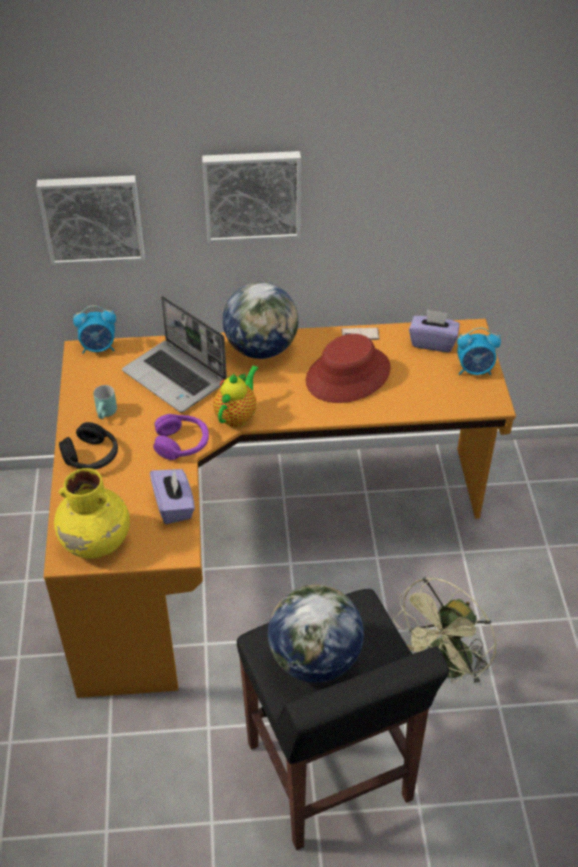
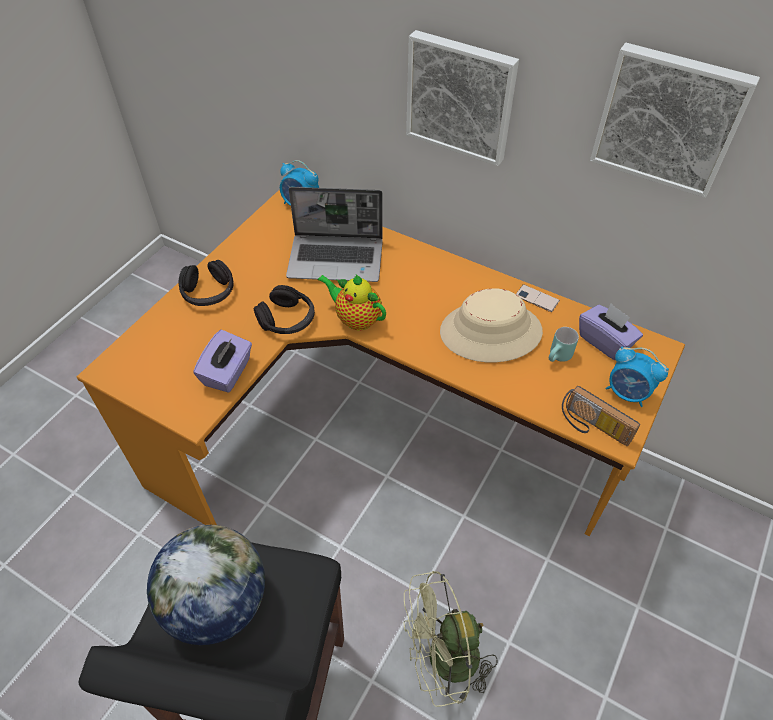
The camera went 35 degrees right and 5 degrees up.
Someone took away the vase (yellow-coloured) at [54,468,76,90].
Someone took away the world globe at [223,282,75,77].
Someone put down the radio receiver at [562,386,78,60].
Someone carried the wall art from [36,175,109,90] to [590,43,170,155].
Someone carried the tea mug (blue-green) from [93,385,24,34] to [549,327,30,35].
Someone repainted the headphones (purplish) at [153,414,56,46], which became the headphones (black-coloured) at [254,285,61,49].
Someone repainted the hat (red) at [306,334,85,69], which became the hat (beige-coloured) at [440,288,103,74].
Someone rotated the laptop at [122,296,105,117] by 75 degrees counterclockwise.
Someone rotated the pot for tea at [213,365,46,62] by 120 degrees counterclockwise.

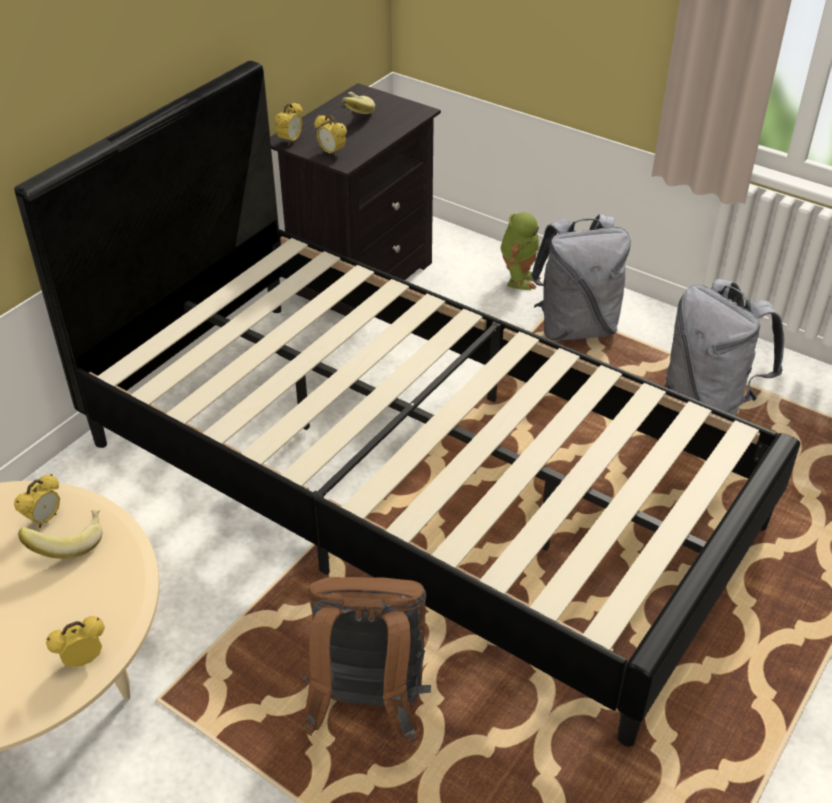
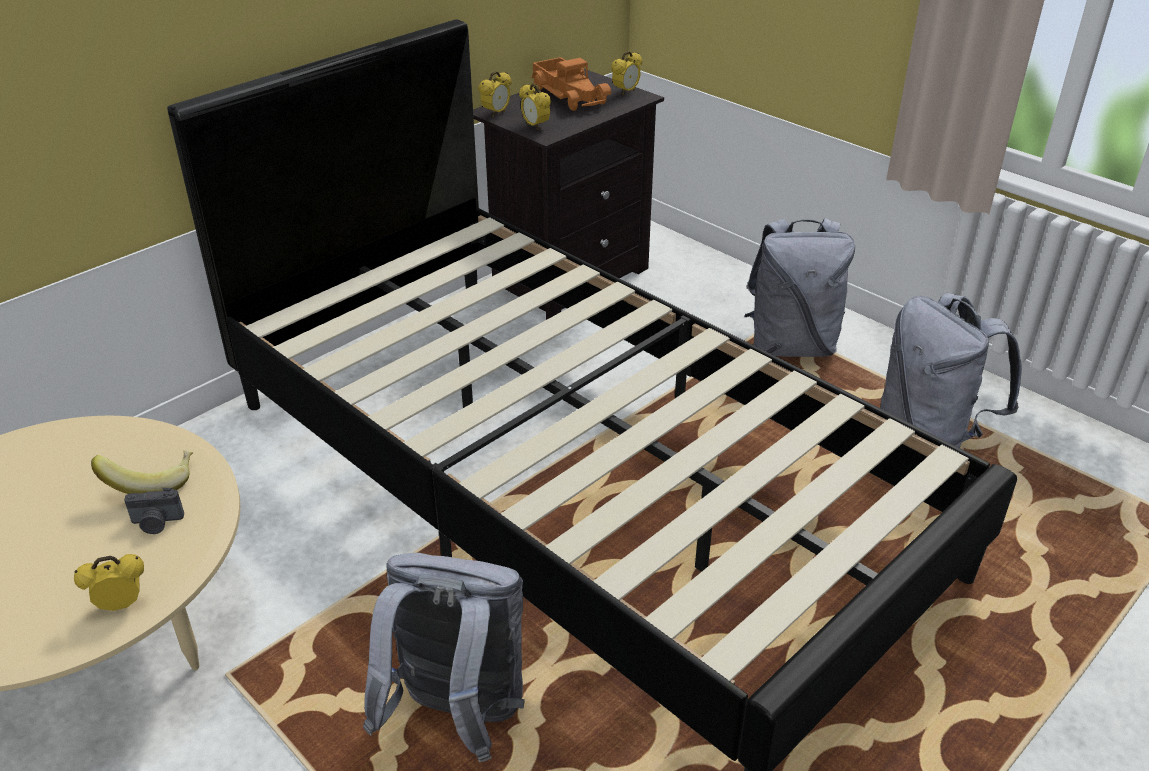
The camera went 10 degrees right and 5 degrees down.
Someone took away the model robot at [501,212,40,78].
Someone put down the still camera at [124,488,60,46].
Someone carried the table clock from [14,474,46,54] to [611,51,31,44].
Someone swapped the whole banana at [342,92,33,22] for the toy lorry at [531,57,80,54].
Someone repainted the backpack (brown) at [303,577,128,166], which became the backpack (grey) at [363,553,162,209].

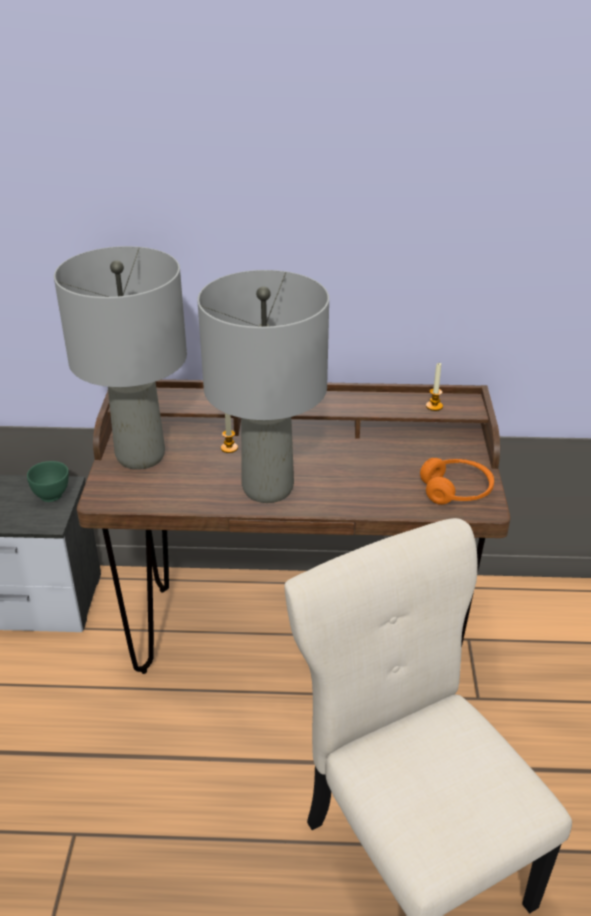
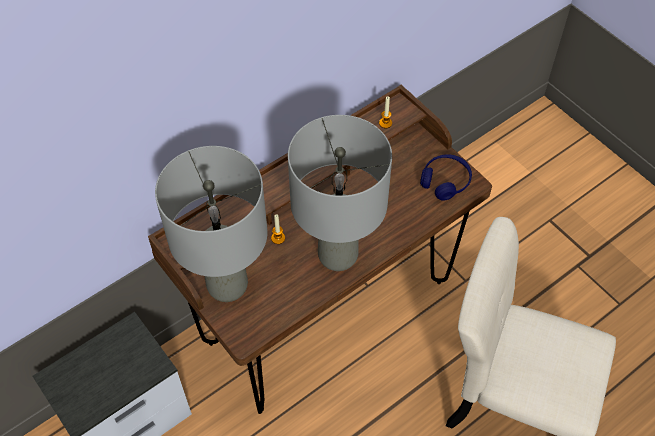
The camera went 40 degrees left and 20 degrees up.
Someone took away the serving bowl (greenish) at [27,461,42,41].
Someone repainted the headphones (orange) at [420,458,74,47], which became the headphones (blue) at [420,154,52,47].

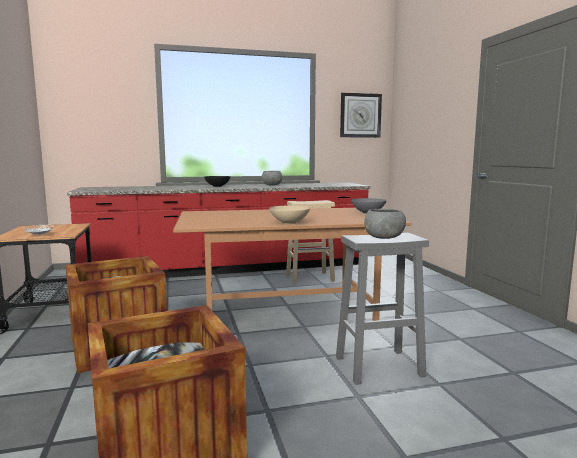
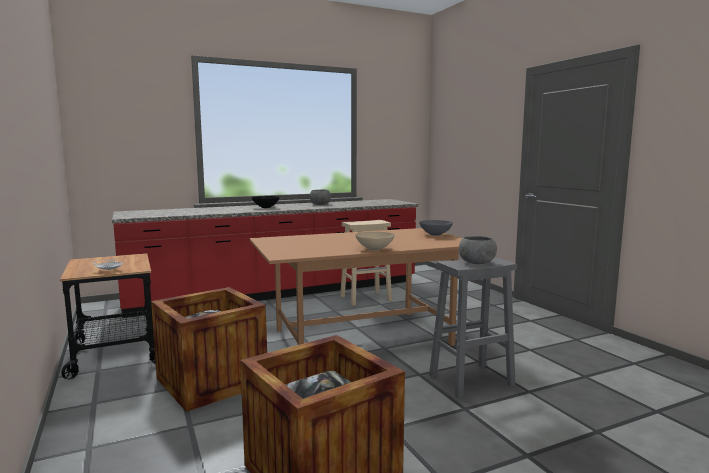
The camera went 10 degrees left and 0 degrees up.
Someone took away the hanging clock at [340,92,42,46].

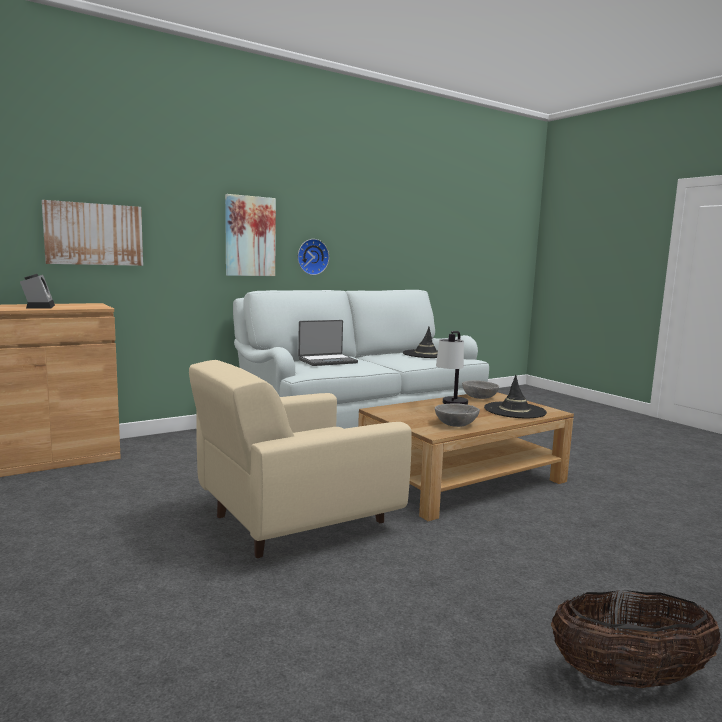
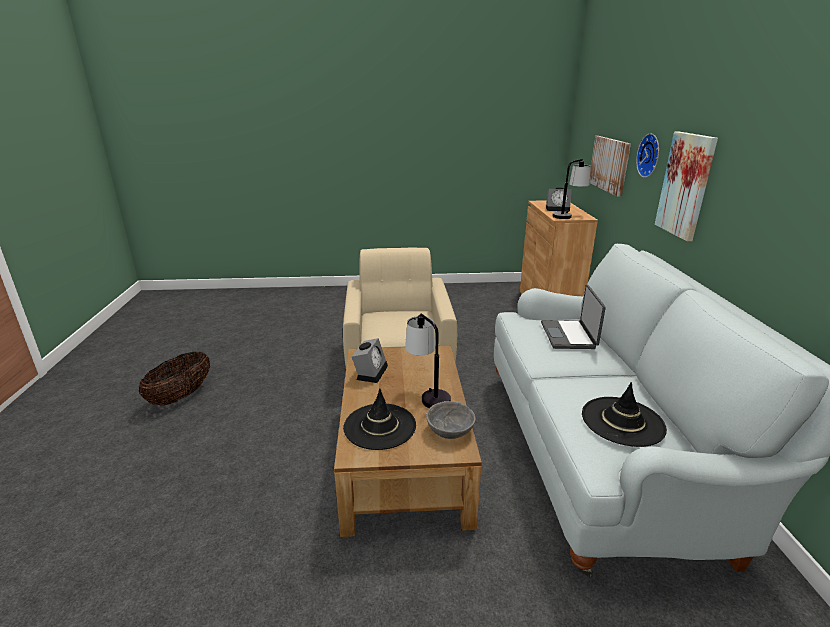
The camera went 120 degrees right and 15 degrees up.
Someone put down the lamp for a table at [552,159,39,60].
Someone carried the hanging clock from [298,239,31,36] to [636,133,23,45].
Someone swapped the serving bowl (grey) at [435,404,45,23] for the table clock at [352,338,36,45].

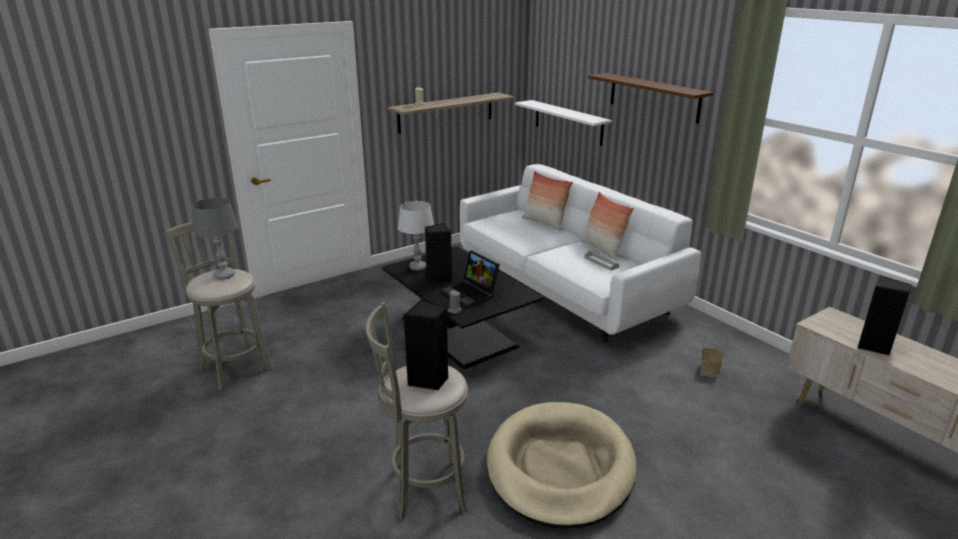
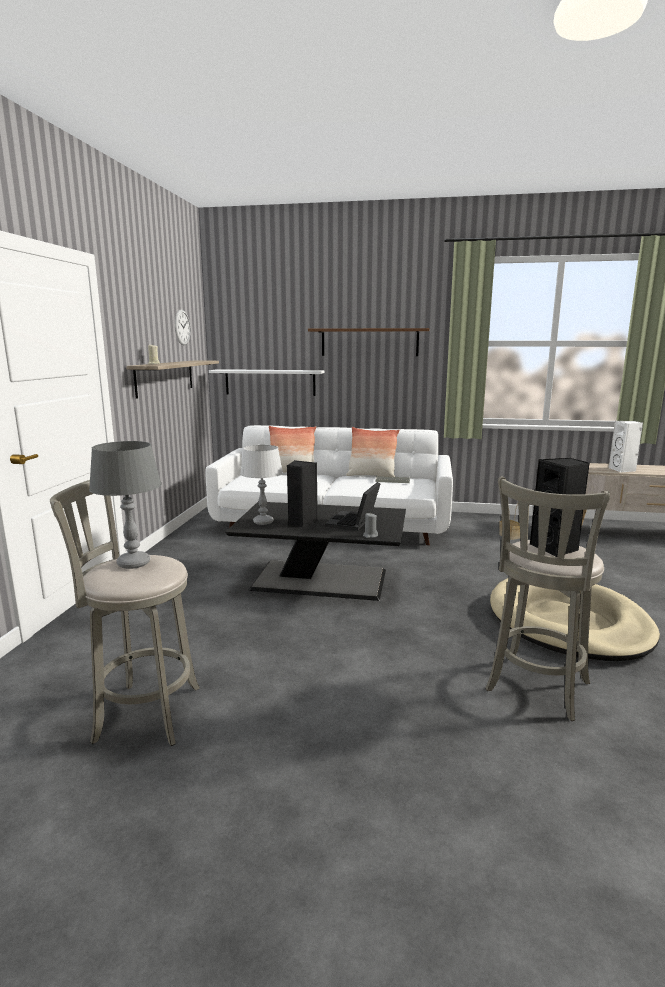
The camera went 45 degrees left and 10 degrees down.
Someone put up the hanging clock at [175,309,16,36].
Someone repainted the loudspeaker (black-coloured) at [858,276,54,79], which became the loudspeaker (white) at [608,421,35,52].
Someone rotated the laptop at [441,250,59,58] by 105 degrees clockwise.

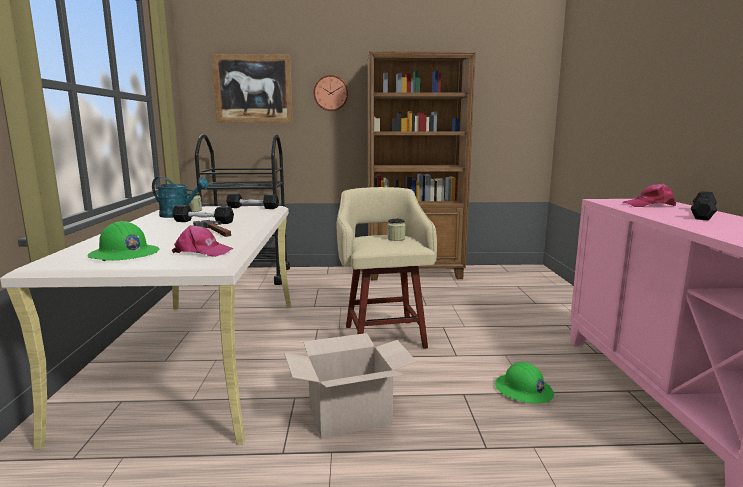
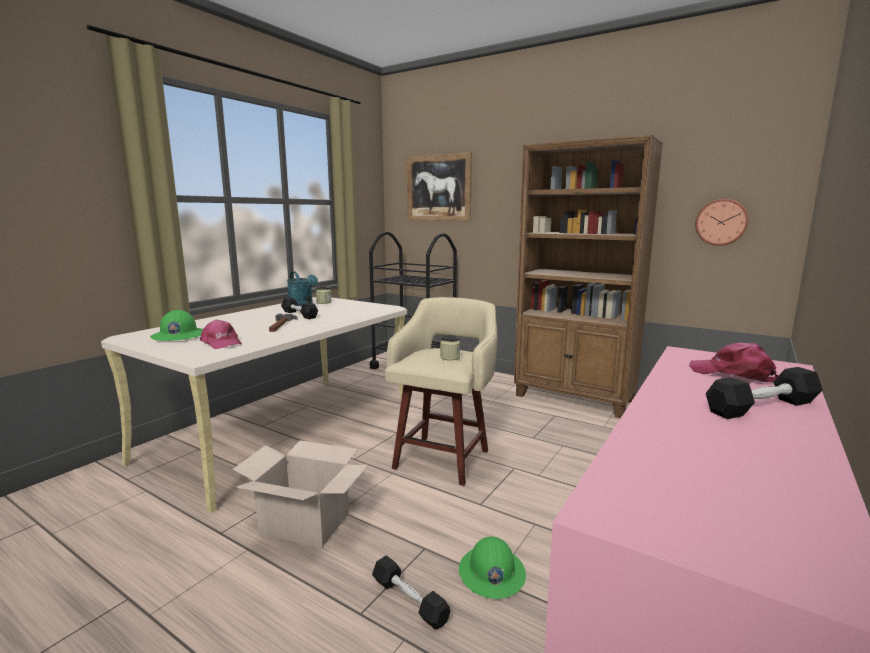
The camera went 35 degrees right and 0 degrees up.
Someone carried the hand weight (black-coloured) from [226,194,53,15] to [372,555,78,75].
Someone carried the hanging clock from [313,75,35,36] to [695,199,54,47].

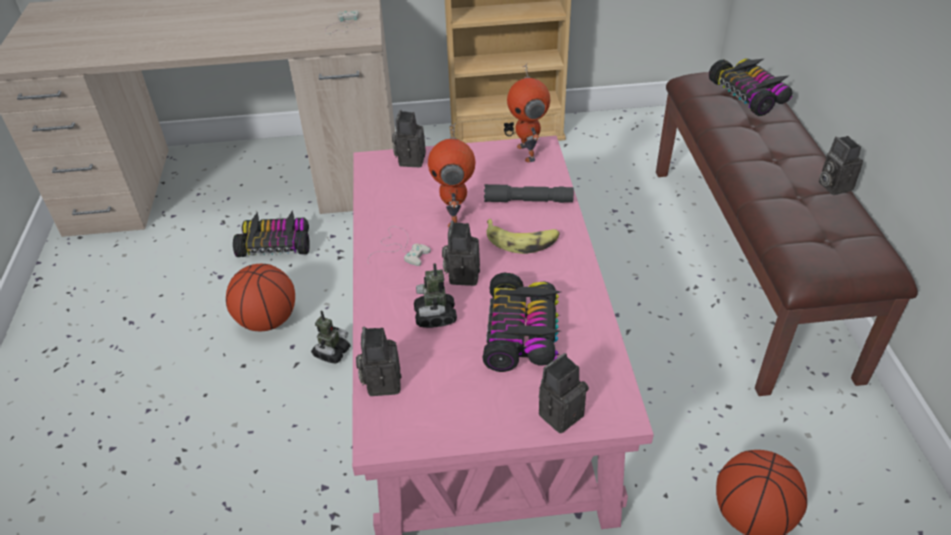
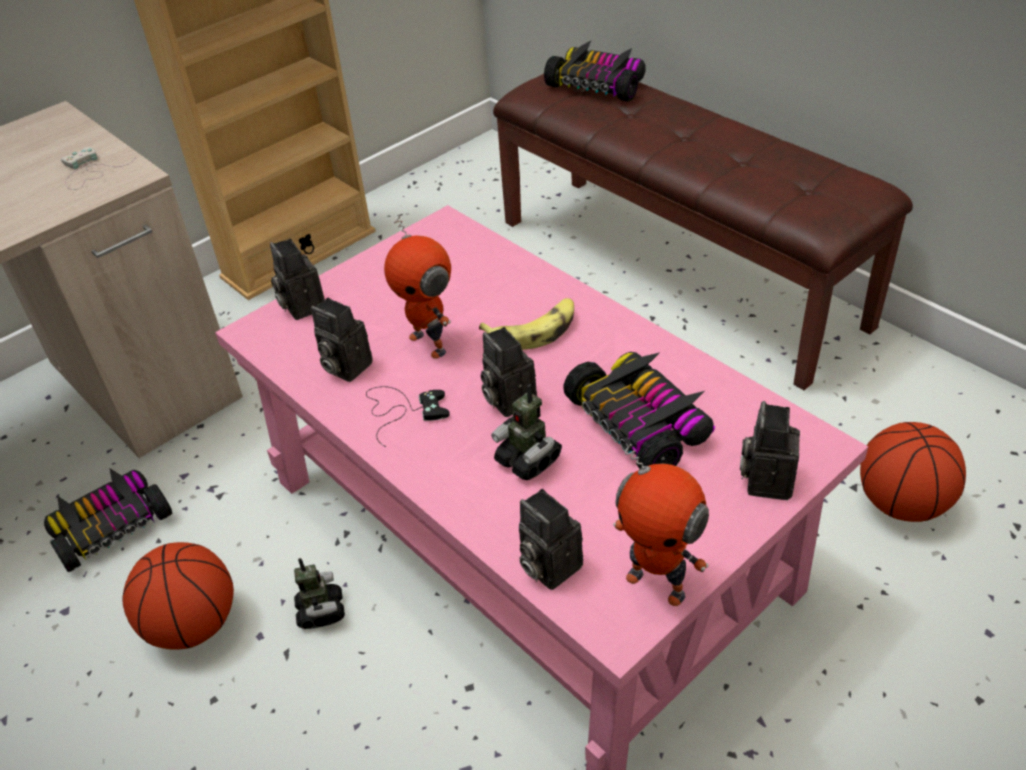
The camera went 35 degrees left and 0 degrees up.
Someone took away the hand torch (grey) at [484,184,90,19].
Someone carried the model robot from [507,63,43,99] to [613,444,96,162].
Someone carried the still camera from [819,136,44,59] to [311,298,62,84].
Someone repainted the joypad (white) at [368,227,63,39], which became the joypad (black-coloured) at [366,386,84,61].

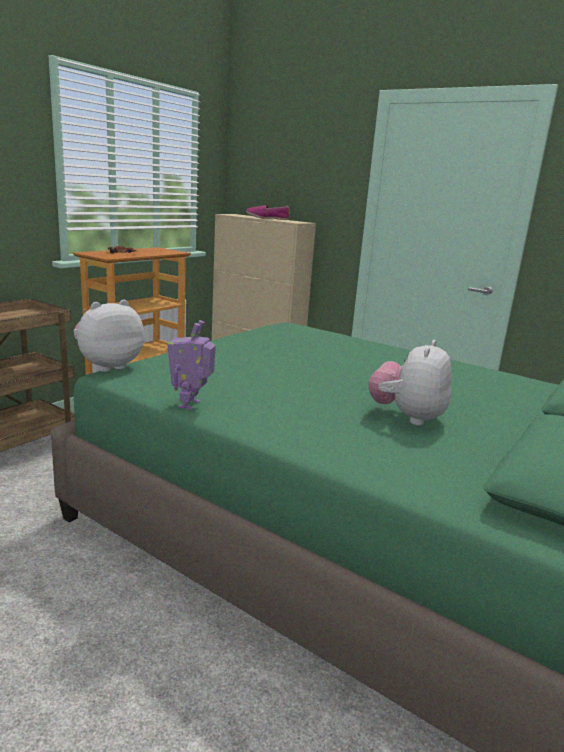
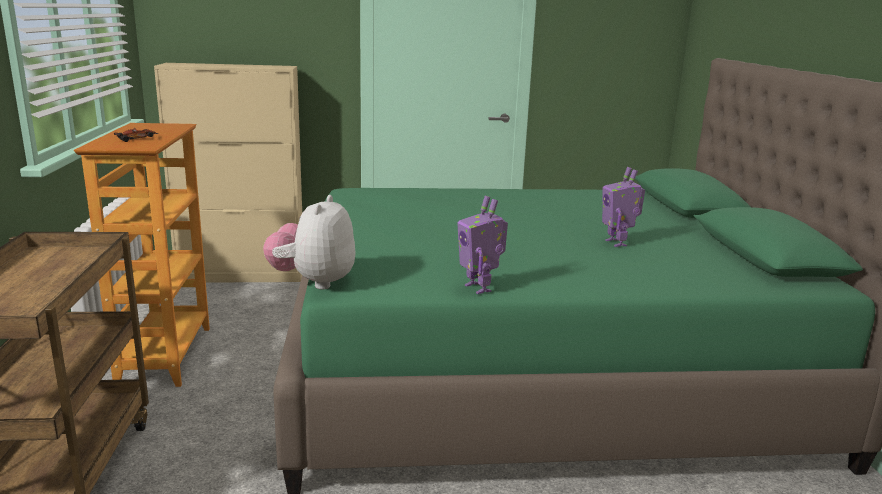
The camera went 40 degrees left and 0 degrees up.
Someone took away the item of footwear at [246,205,44,15].
Someone swapped the cuddly toy at [369,340,82,86] for the model robot at [602,167,43,80].

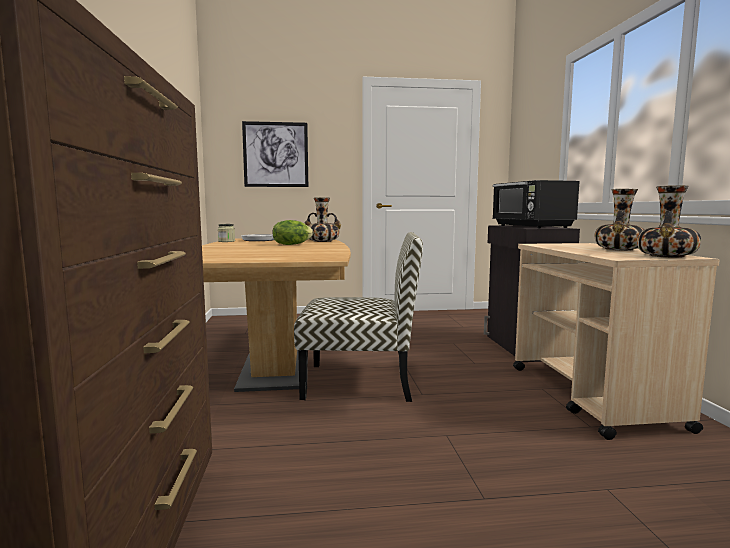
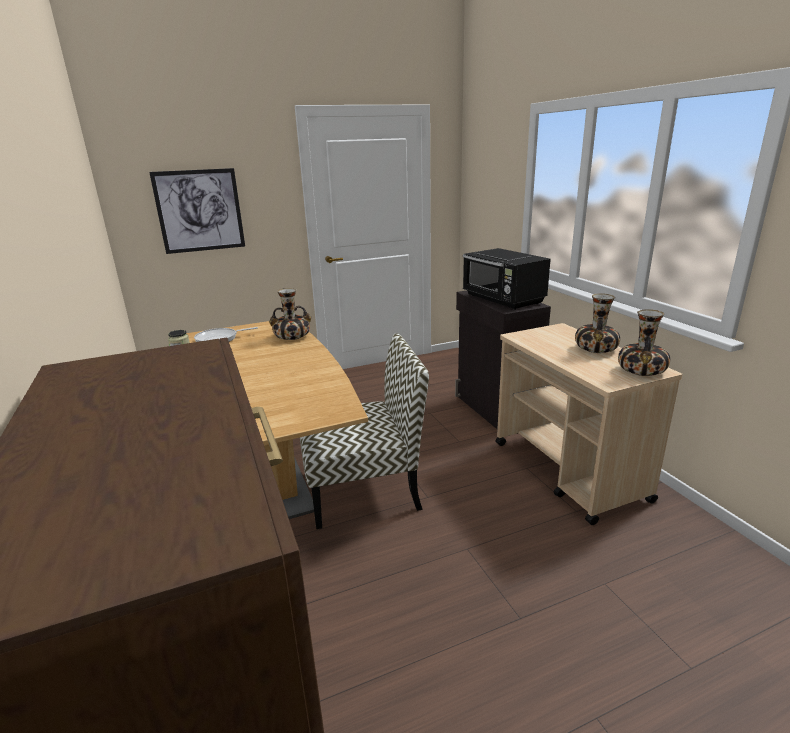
The camera went 15 degrees left and 15 degrees up.
Someone took away the lettuce at [272,220,41,25].

